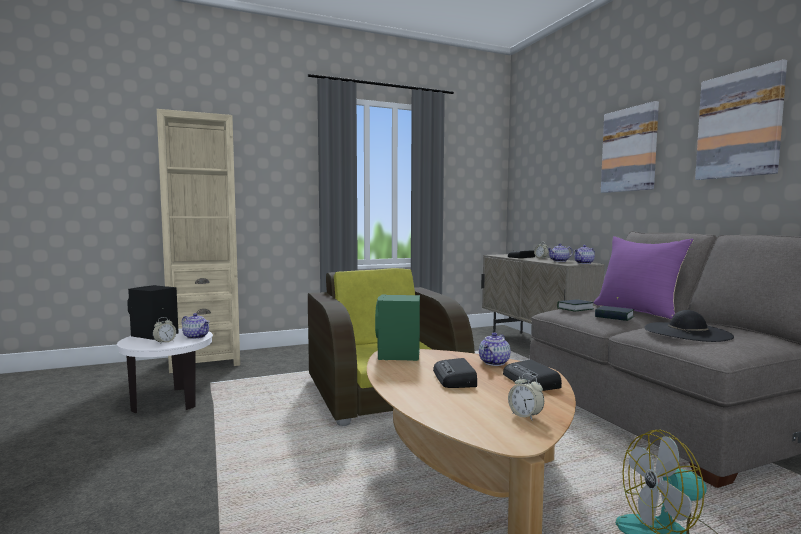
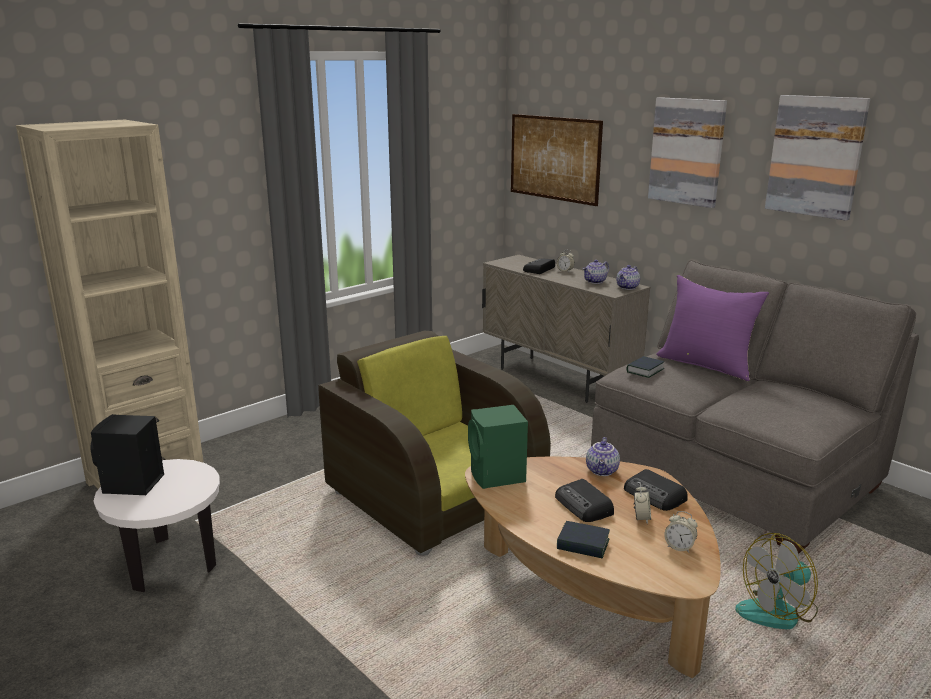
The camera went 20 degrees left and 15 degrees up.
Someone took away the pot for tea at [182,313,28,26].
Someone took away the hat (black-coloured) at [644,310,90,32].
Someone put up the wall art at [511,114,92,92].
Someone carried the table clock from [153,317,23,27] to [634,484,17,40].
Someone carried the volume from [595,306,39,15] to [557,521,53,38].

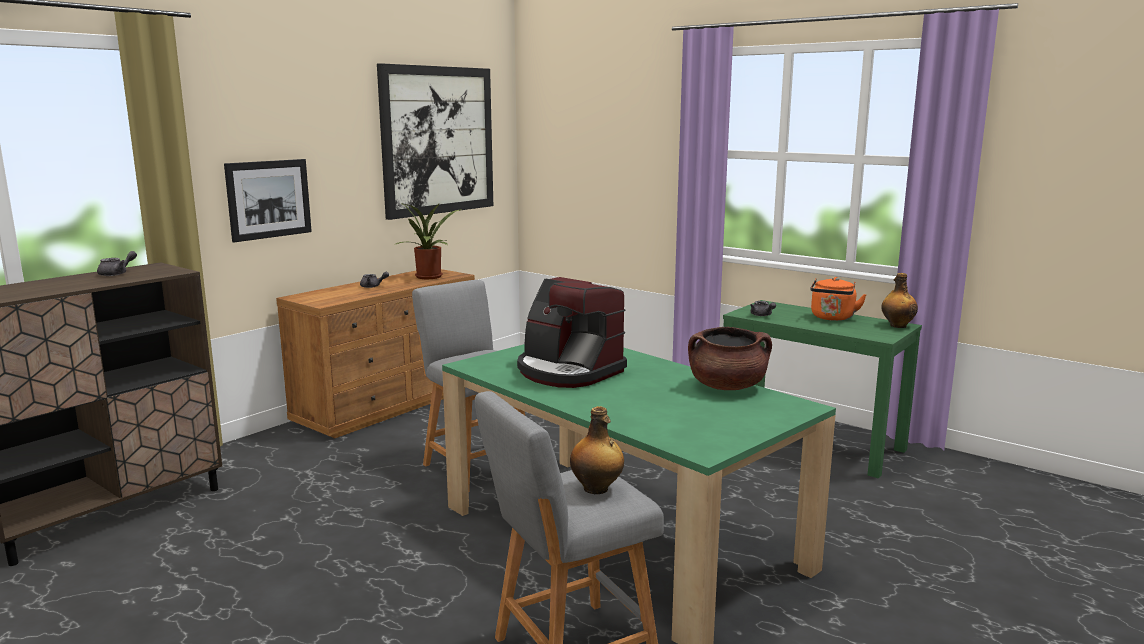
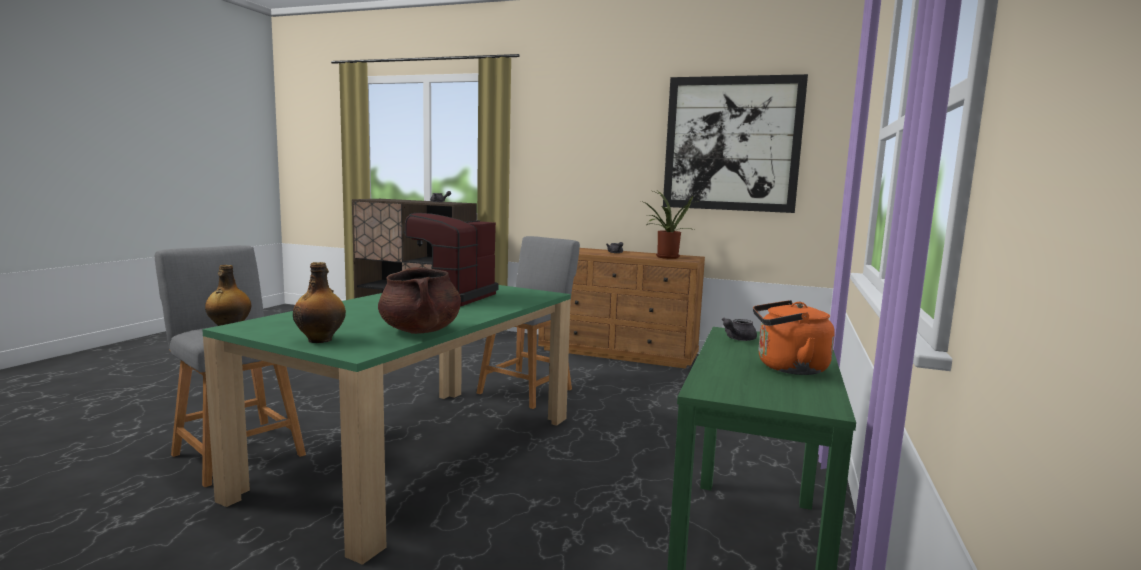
The camera went 70 degrees right and 5 degrees down.
Someone took away the wall art at [224,159,88,83].
Someone carried the beverage bottle from [881,273,37,55] to [293,262,53,81].

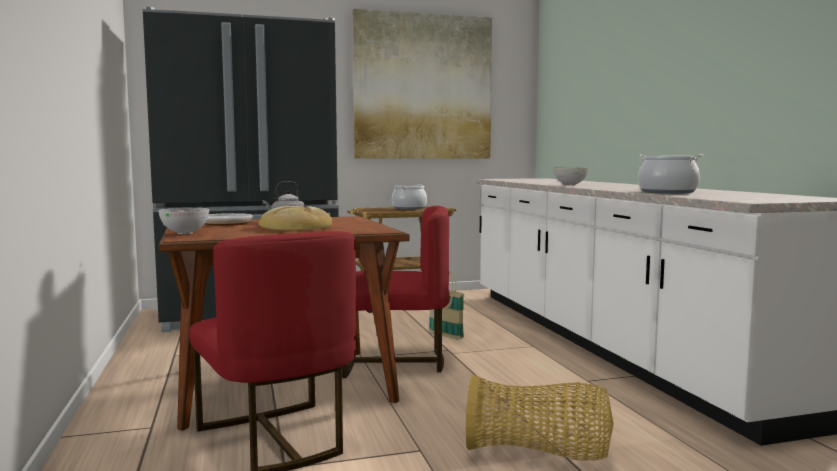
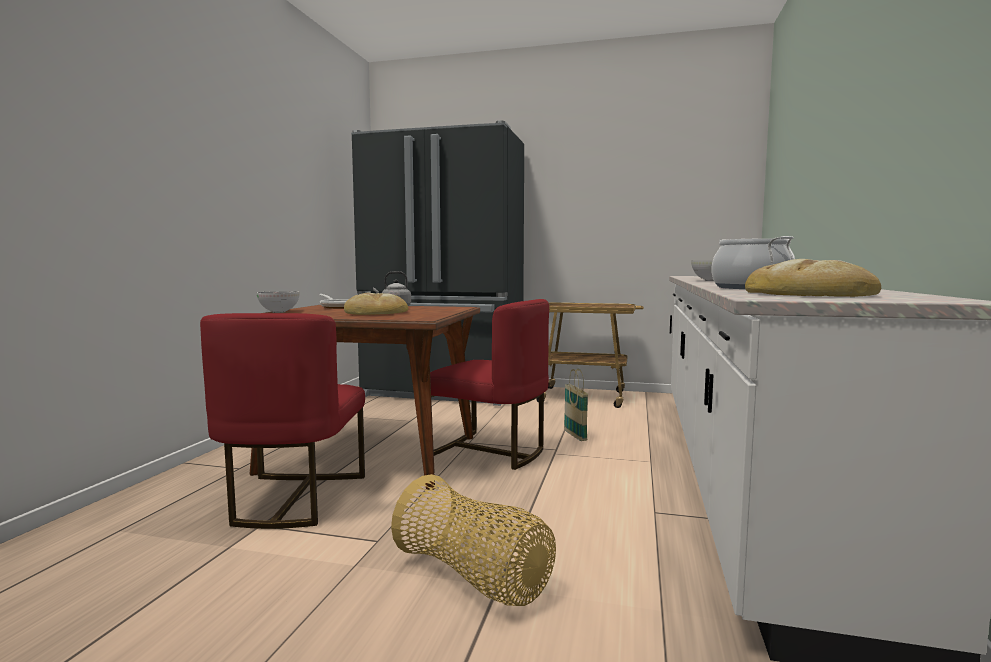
The camera went 30 degrees right and 0 degrees up.
Someone took away the wall art at [352,9,140,149].
Someone took away the cooking pot at [392,185,35,24].
Someone put down the baked bread at [745,259,136,38].

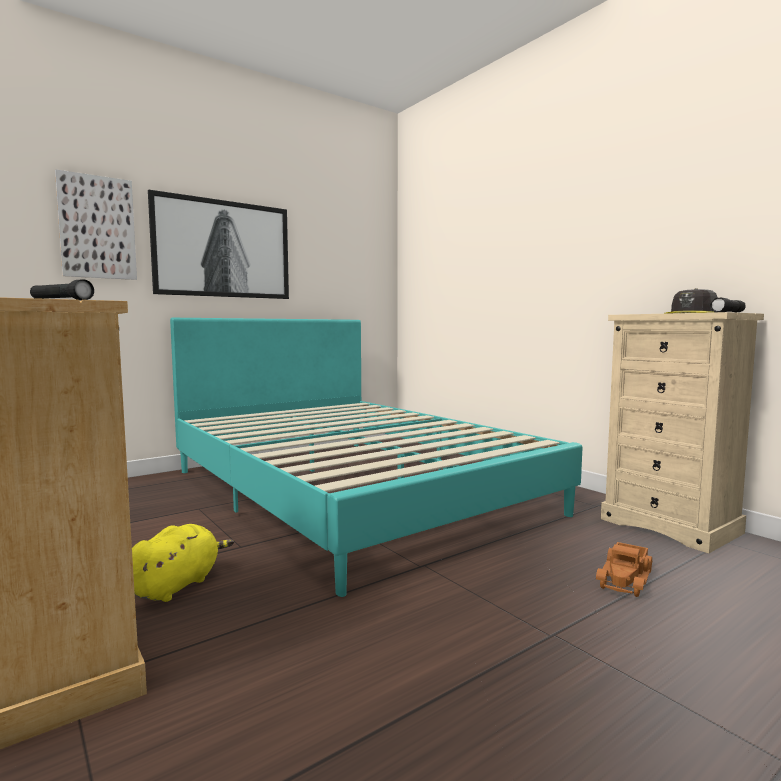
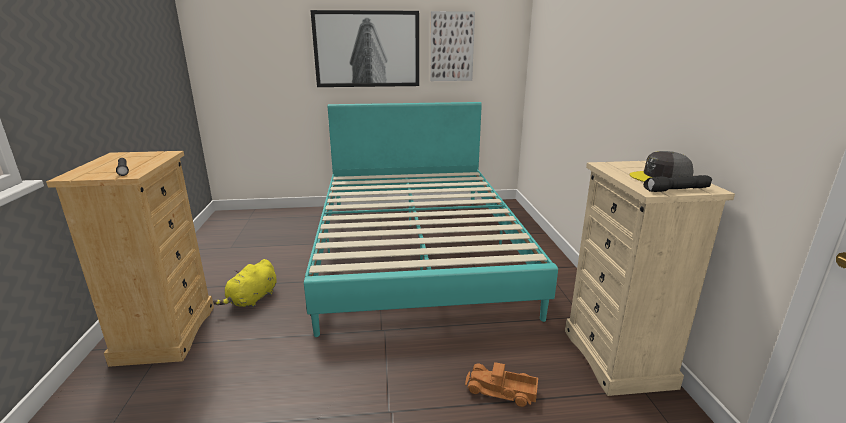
The camera went 30 degrees right and 15 degrees up.
Someone carried the wall art from [55,169,82,111] to [430,11,45,70].
Someone rotated the cuddly toy (yellow-coloured) at [132,524,102,78] by 150 degrees clockwise.
Someone rotated the toy lorry at [596,542,57,55] by 45 degrees clockwise.

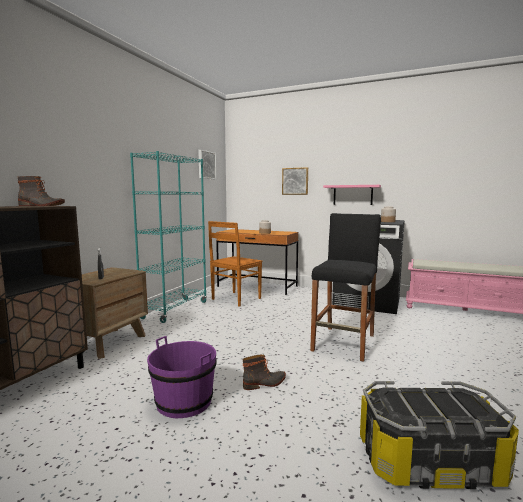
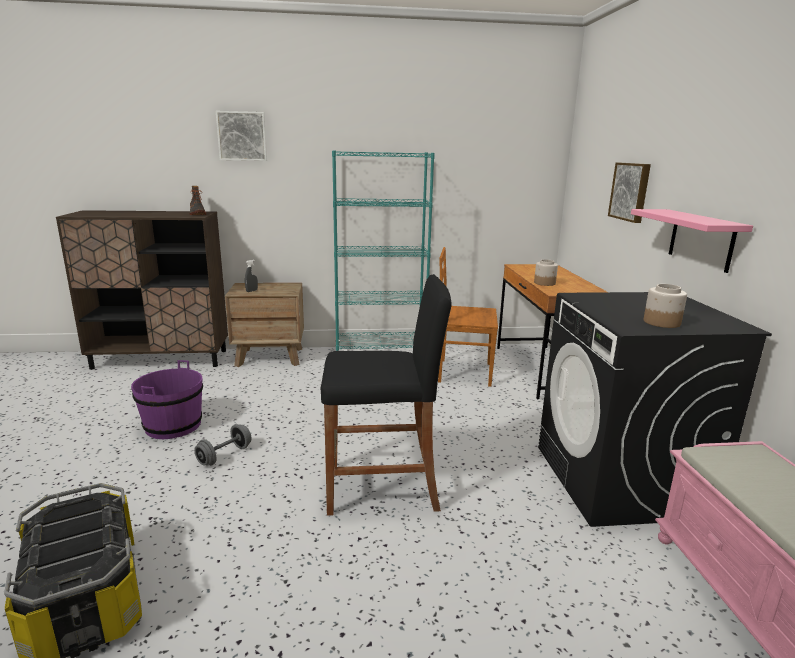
The camera went 60 degrees right and 10 degrees up.
Someone carried the wall art from [198,150,18,29] to [216,111,51,50].
Someone swapped the boot at [243,354,43,36] for the hand weight (grey) at [194,424,57,42].

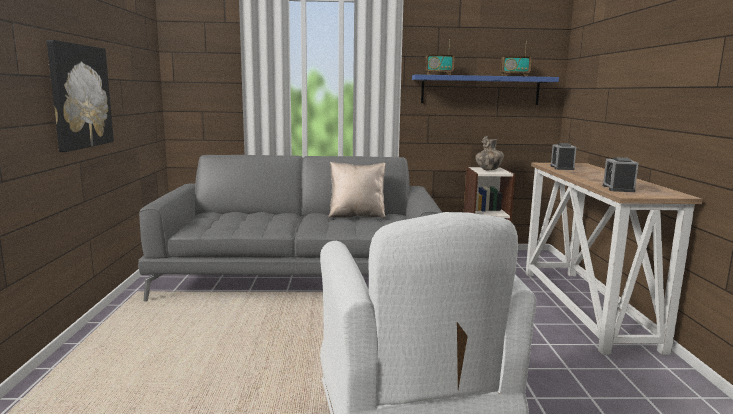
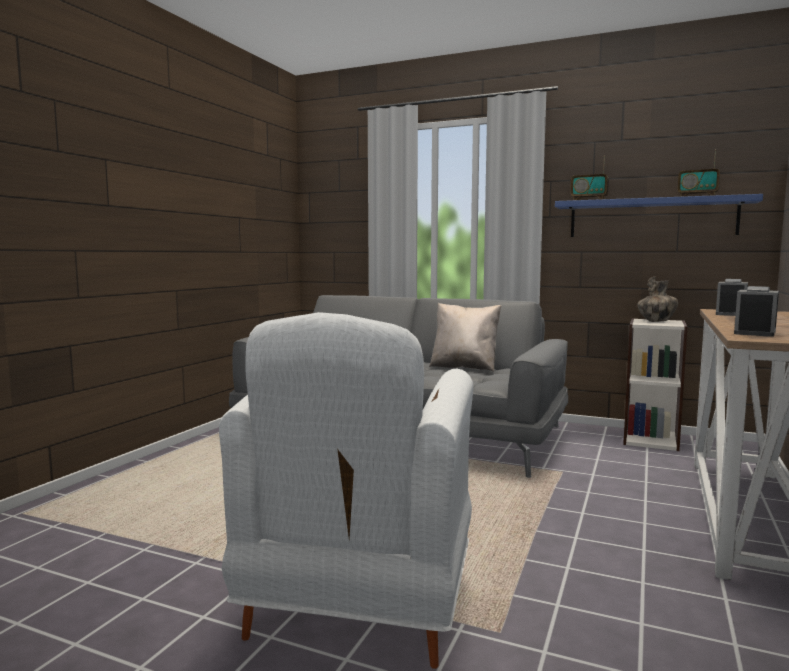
The camera went 25 degrees right and 5 degrees down.
Someone took away the wall art at [46,40,68,112].

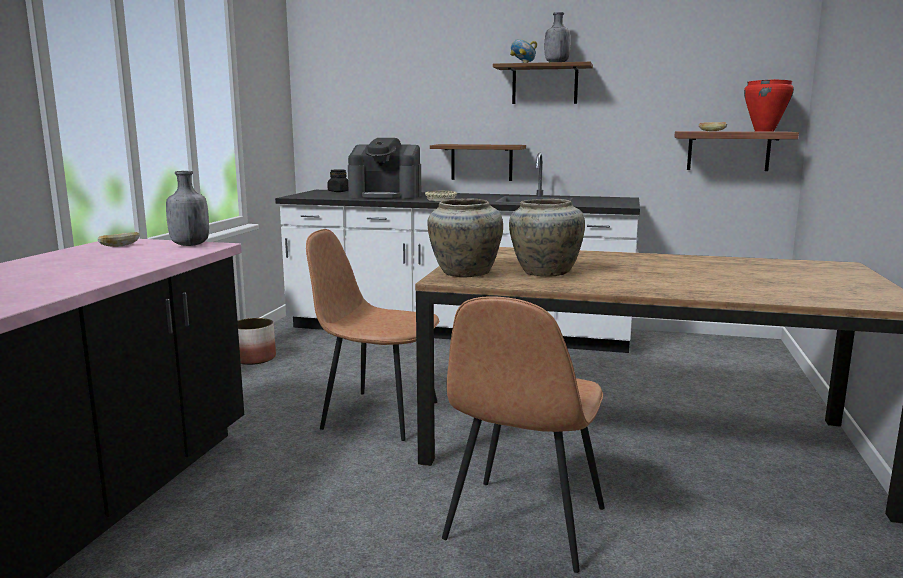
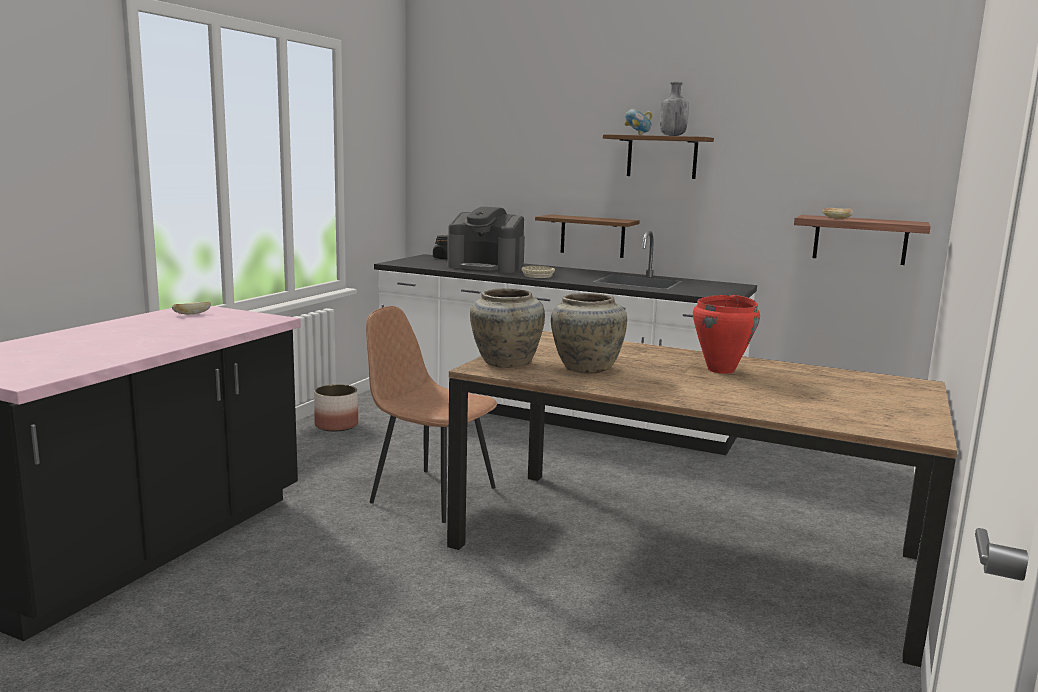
The camera went 10 degrees right and 0 degrees up.
Someone took away the beverage bottle (grey) at [166,171,43,75].
Someone took away the chair (brown) at [442,296,163,277].
Someone carried the cooking pot (red) from [744,79,50,53] to [693,295,67,79].

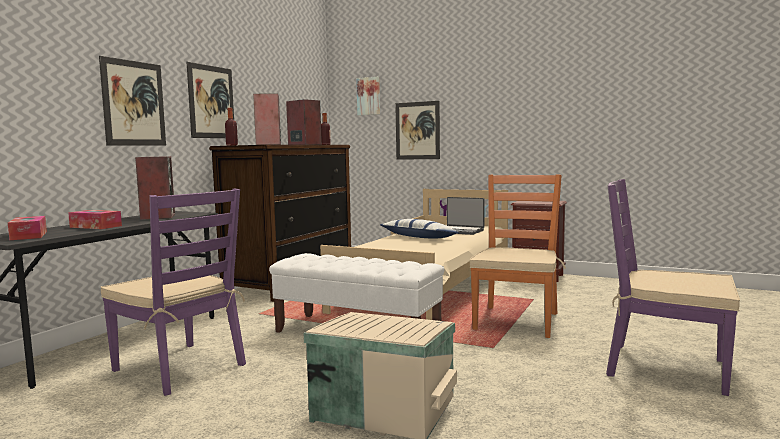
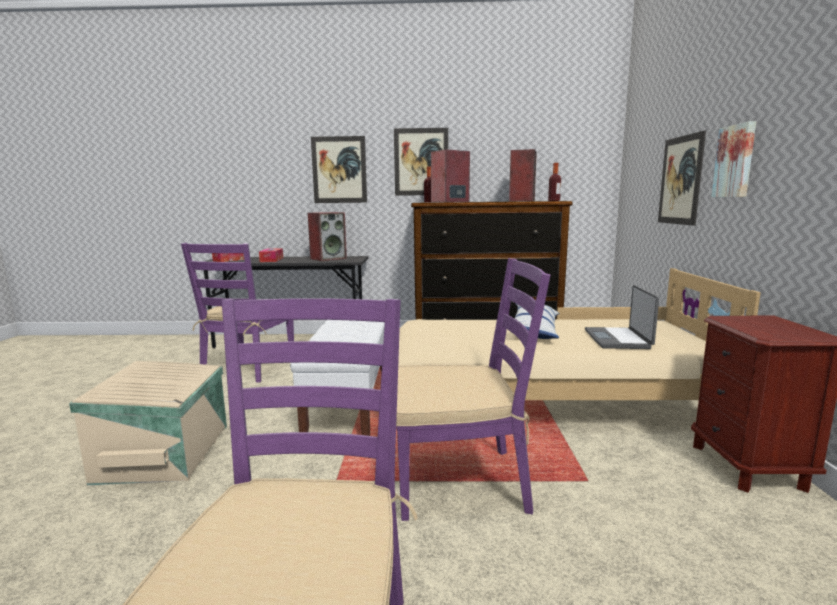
The camera went 65 degrees right and 5 degrees up.
Someone carried the wall art from [356,77,24,38] to [711,121,45,76].
Someone repainted the chair (orange) at [470,175,96,163], which became the chair (purplish) at [396,258,155,263].

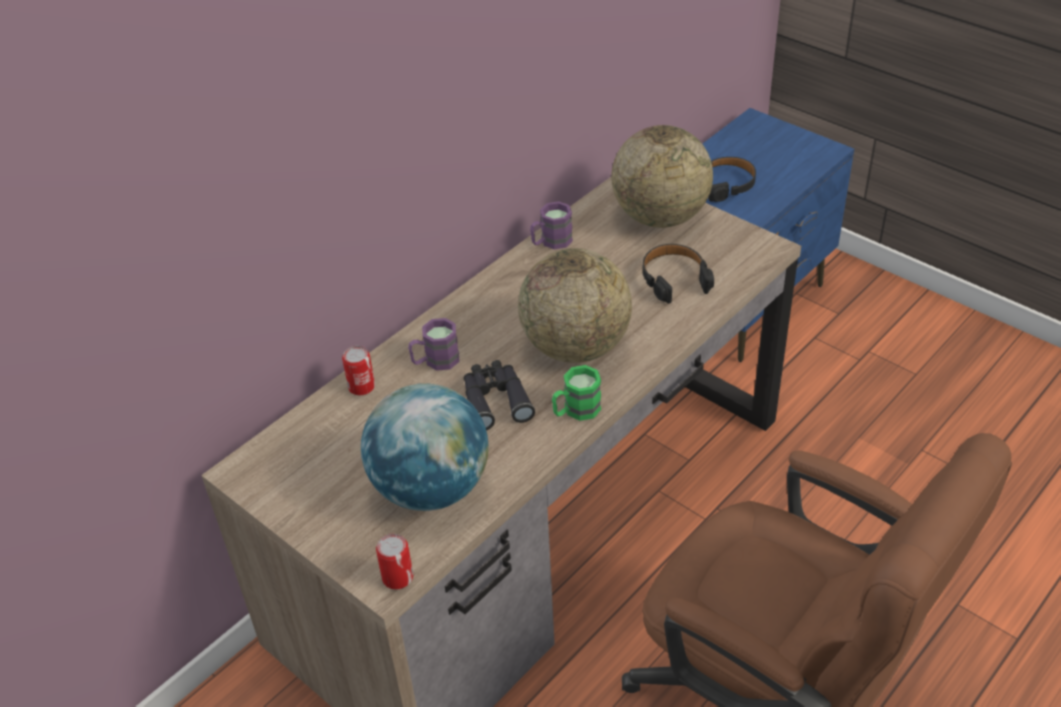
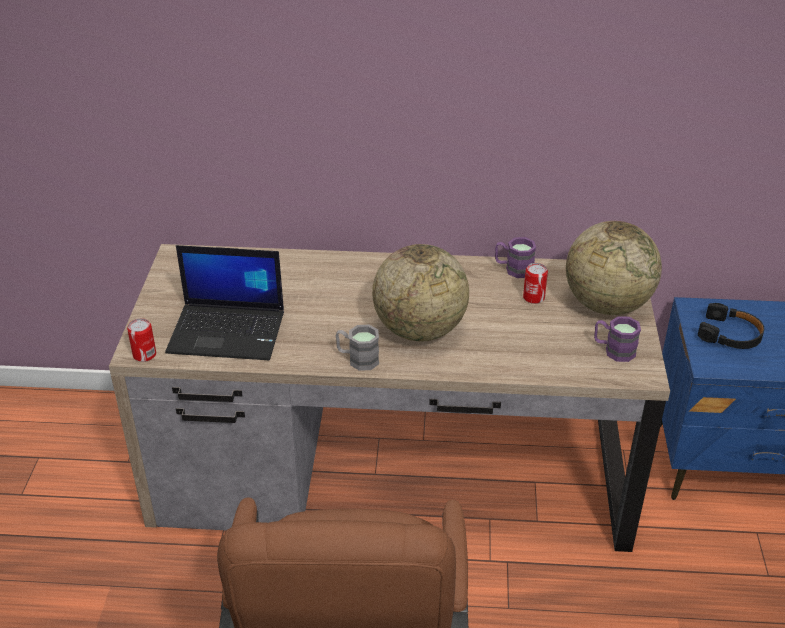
The camera went 50 degrees right and 5 degrees down.
Someone took away the pair of binoculars (black-coloured) at [464,360,71,70].
Someone took away the headphones (black-coloured) at [642,244,72,60].
Someone carried the sealed can from [342,346,33,49] to [523,263,25,41].
Someone carried the tea mug (purplish) from [408,318,51,53] to [594,316,47,46].
Someone swapped the world globe at [361,384,128,127] for the laptop at [165,245,119,115].
Someone repainted the tea mug (greenish) at [552,365,49,56], which became the tea mug (grey) at [336,325,43,46].

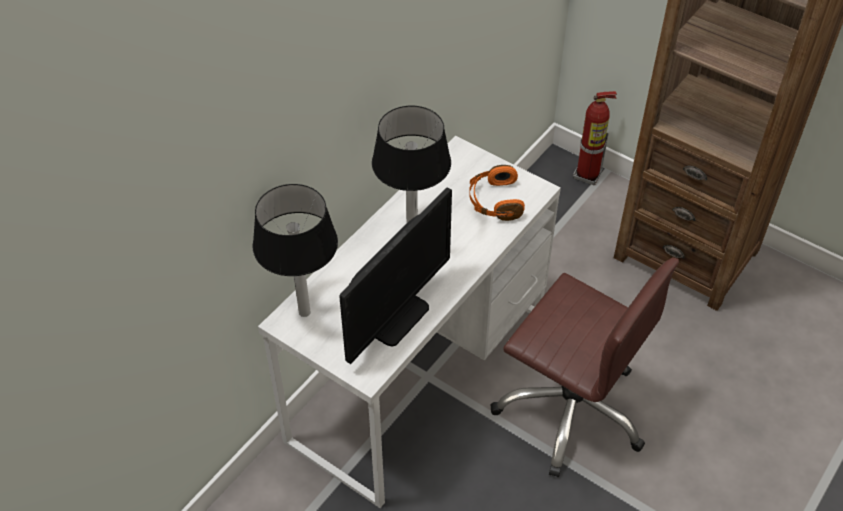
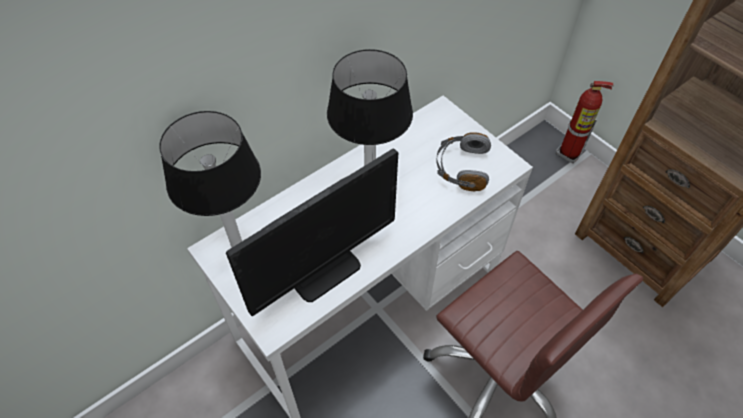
The camera went 15 degrees right and 5 degrees up.
Someone repainted the headphones (orange) at [469,165,56,56], which became the headphones (grey) at [437,132,54,59].

